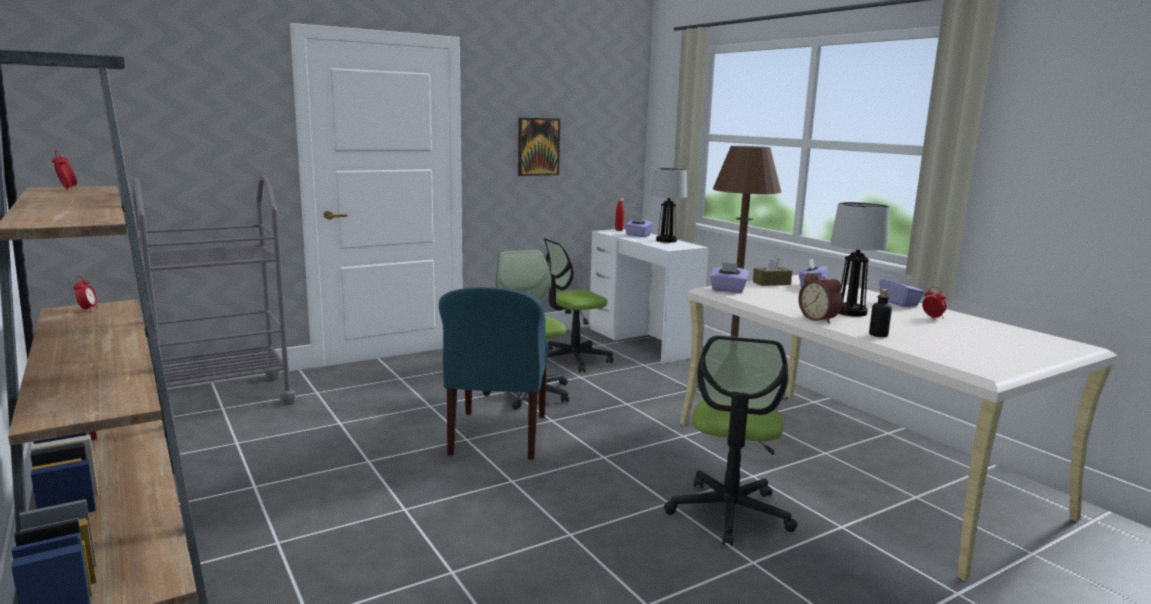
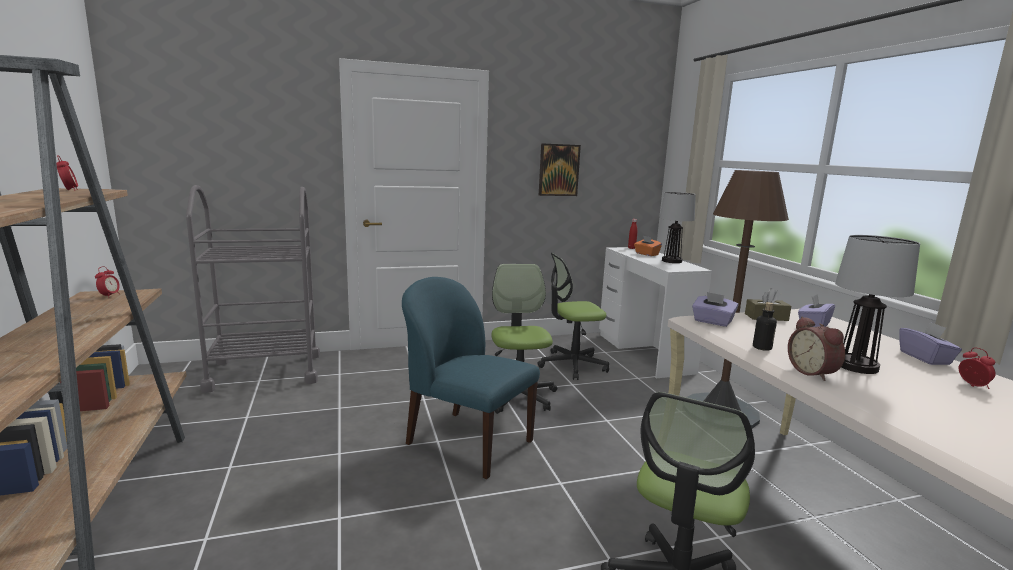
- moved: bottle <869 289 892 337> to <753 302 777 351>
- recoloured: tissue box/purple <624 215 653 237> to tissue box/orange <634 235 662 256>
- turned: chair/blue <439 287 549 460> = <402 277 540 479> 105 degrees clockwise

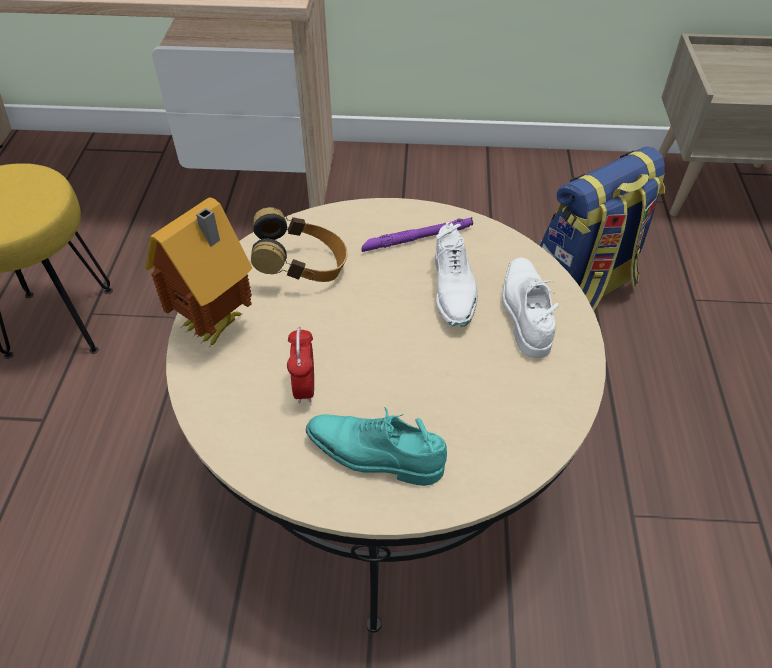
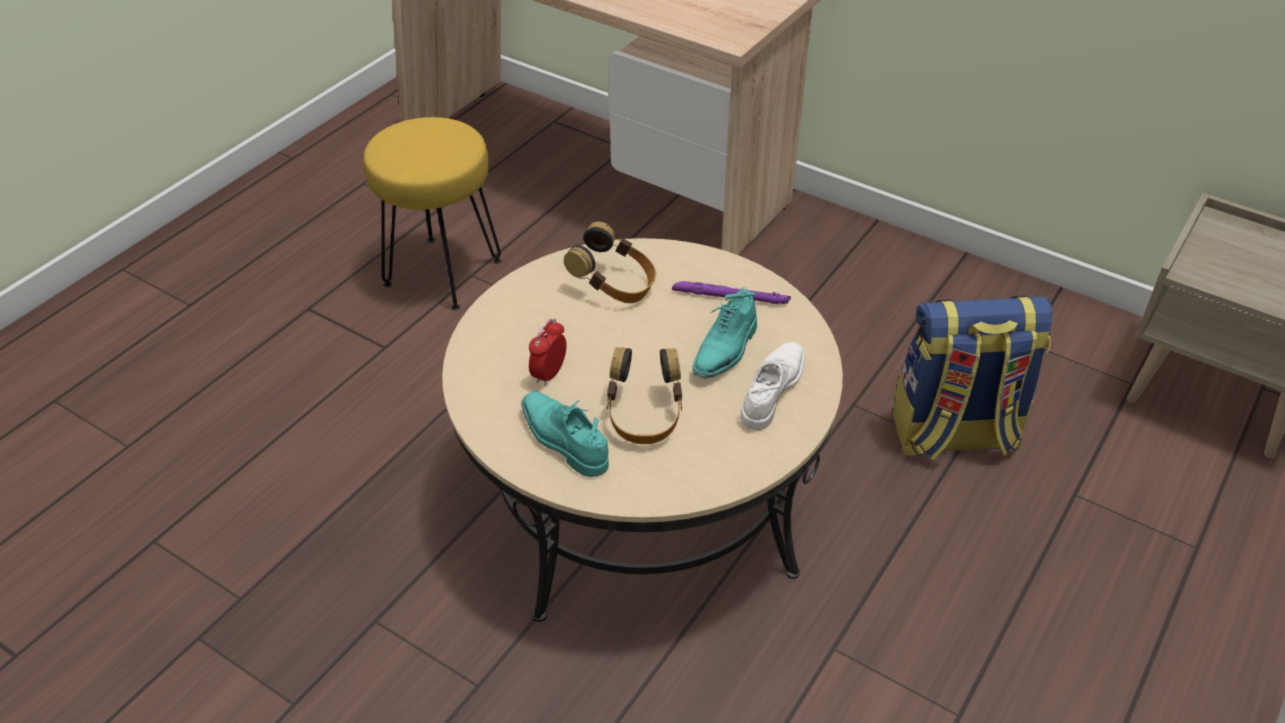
- removed: toy house <145 197 252 346>
- added: headphones <607 347 682 444>
- recoloured: shoe/white <435 222 478 327> to shoe/turquoise <692 287 757 379>

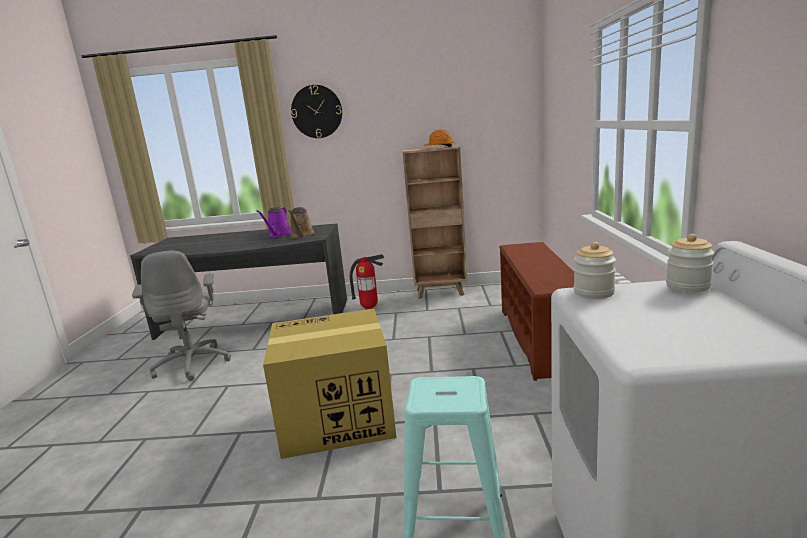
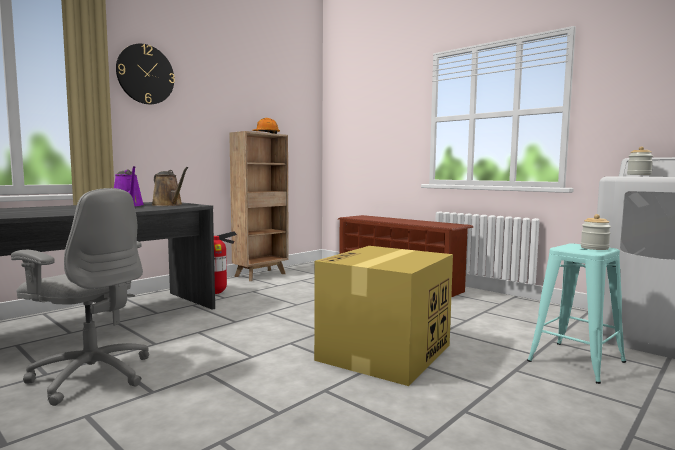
- moved: jar <574 242 616 299> to <581 214 611 250>

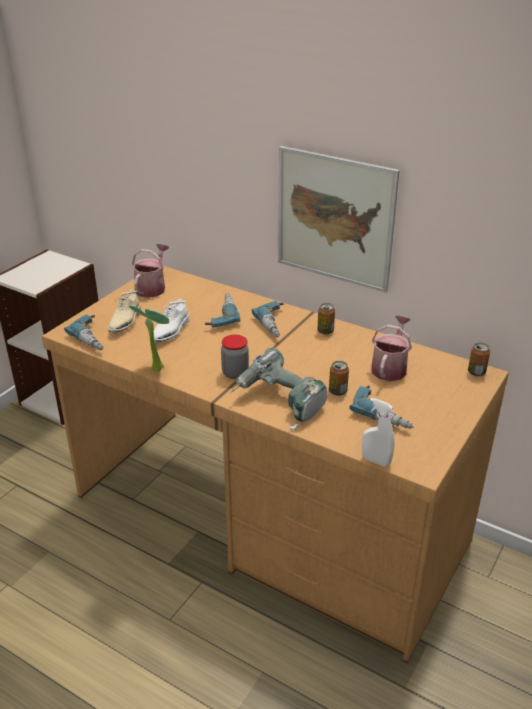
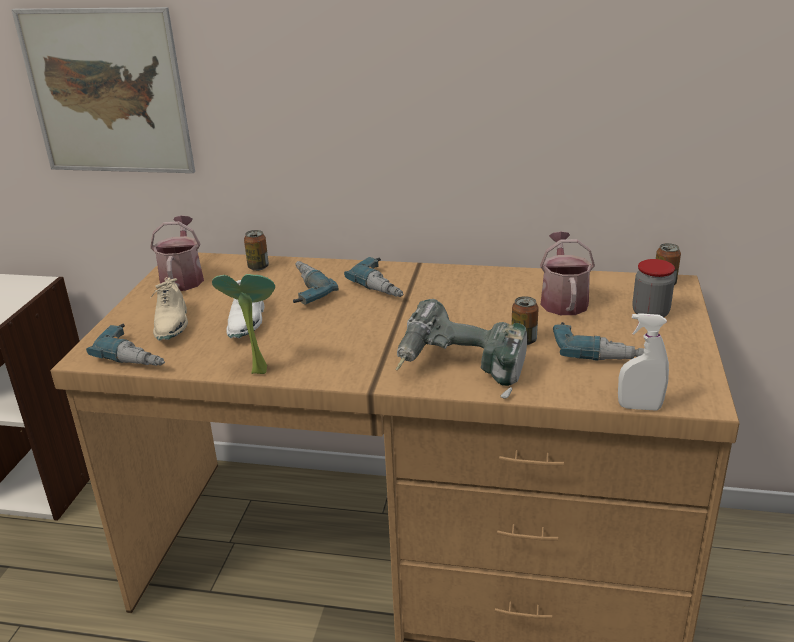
- moved: jar <221 335 249 379> to <632 259 675 317>
- moved: picture <278 146 400 293> to <11 7 195 173>
- moved: can <318 303 335 334> to <244 230 269 271>

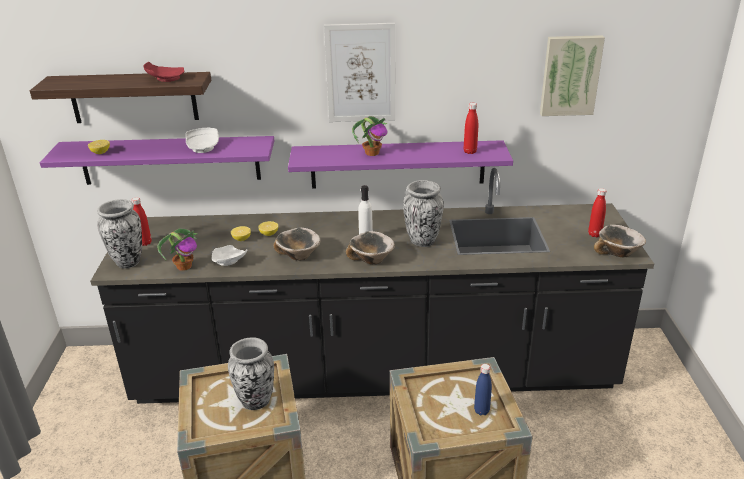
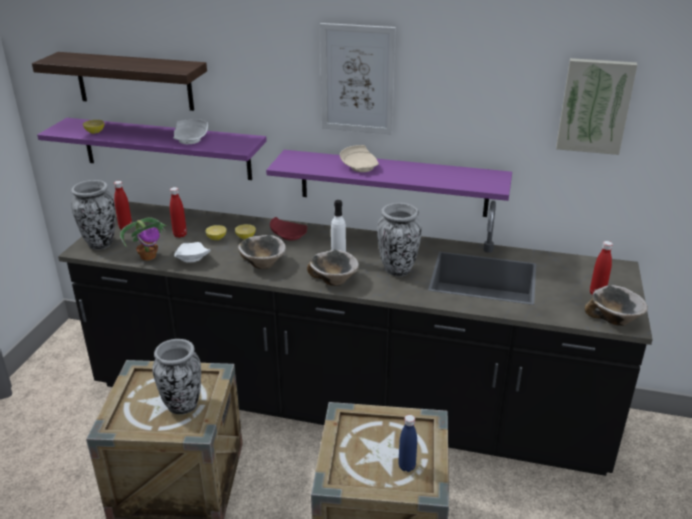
- moved: plate/red <143 62 184 82> to <270 217 307 241>
- moved: bottle/red <464 103 478 154> to <170 187 187 238>
- replaced: potted plant <352 116 388 156> to plate/beige <340 145 379 172>

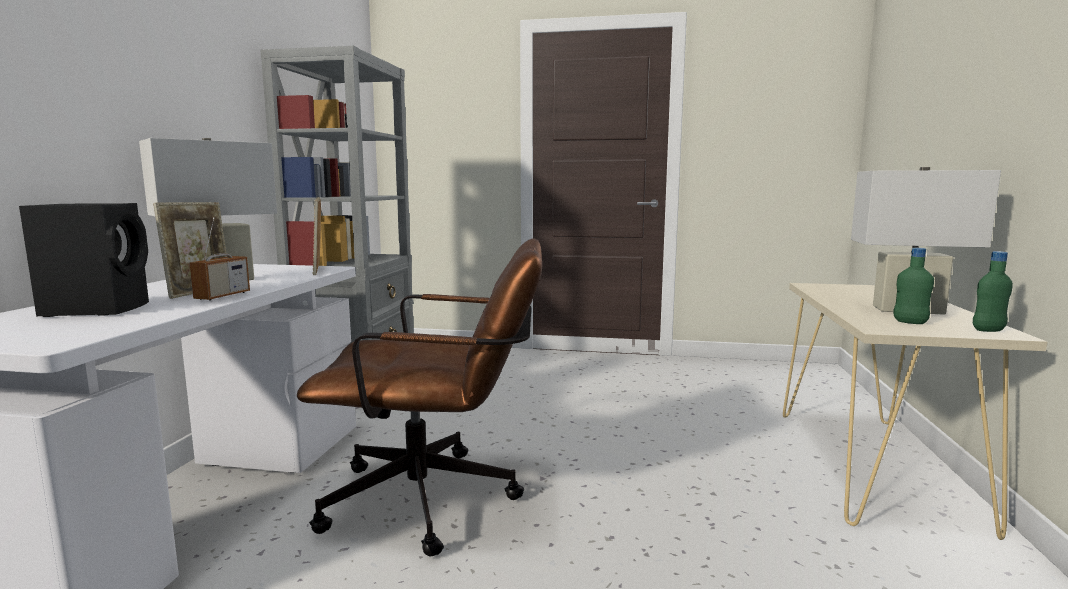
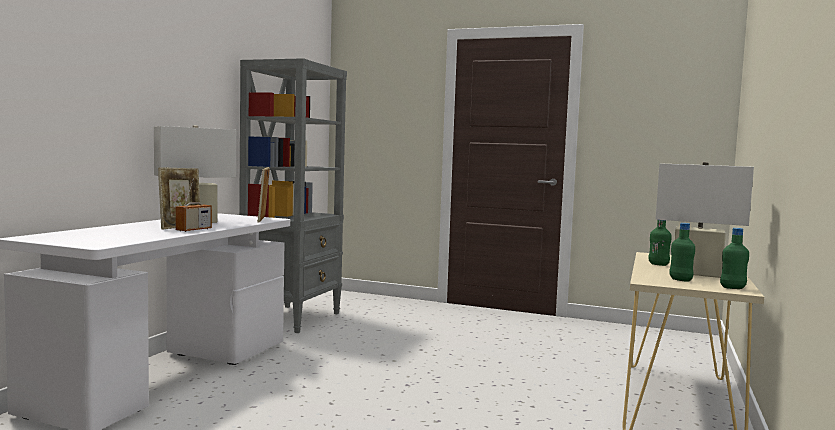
- removed: speaker/black <19 203 149 317>
- removed: office chair/brown <297 239 542 556>
- added: bottle/green <648 220 672 266>

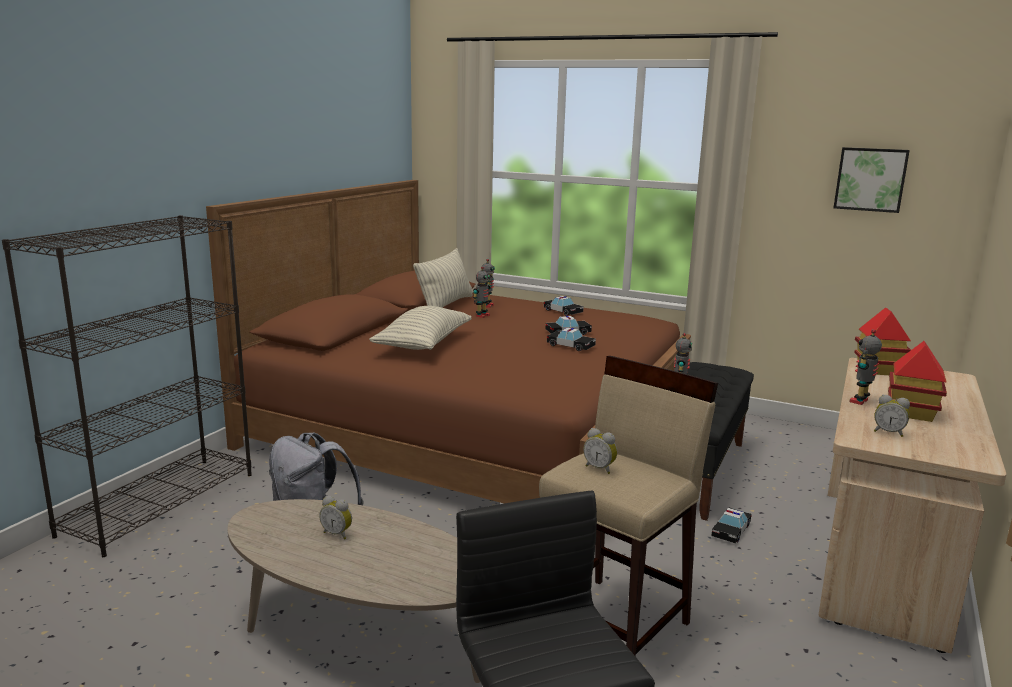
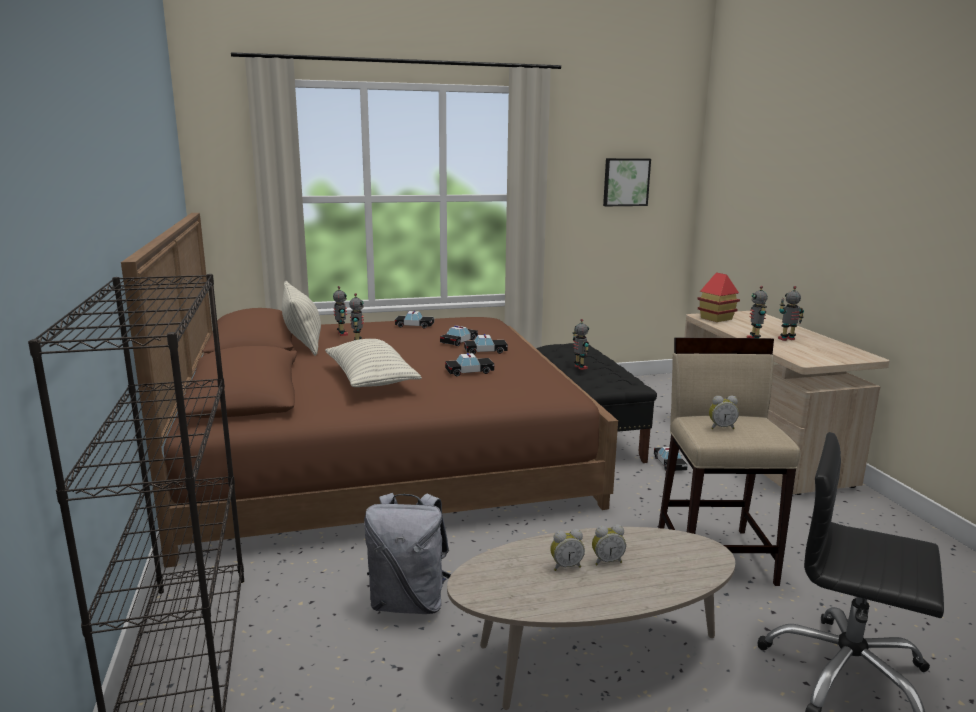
- added: toy car <445 353 494 376>
- moved: alarm clock <874 395 910 437> to <592 524 626 565>
- replaced: toy house <888 341 947 422> to toy robot <778 286 804 341>

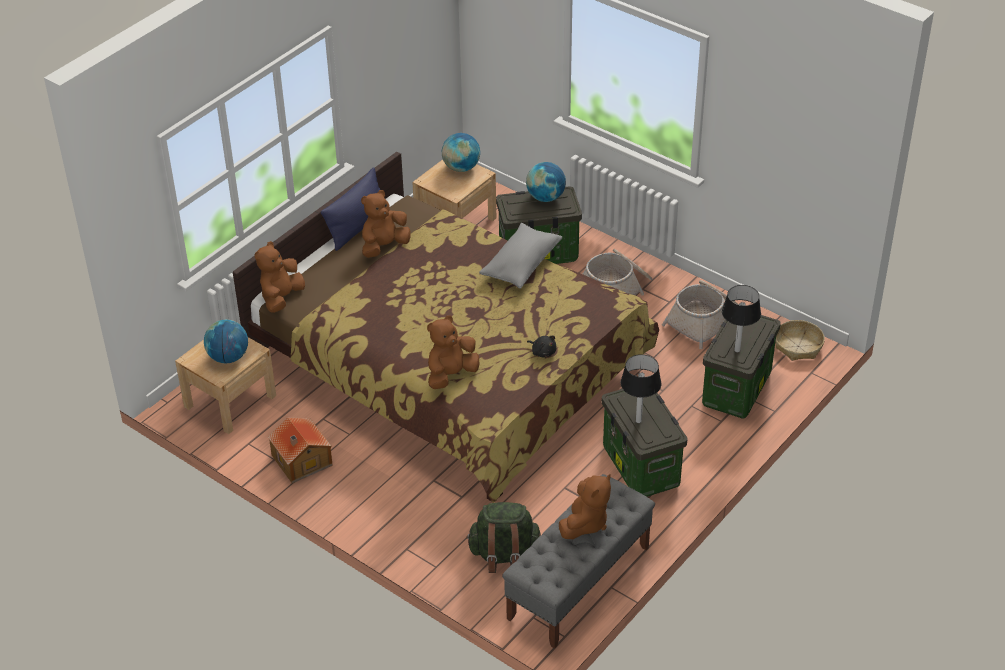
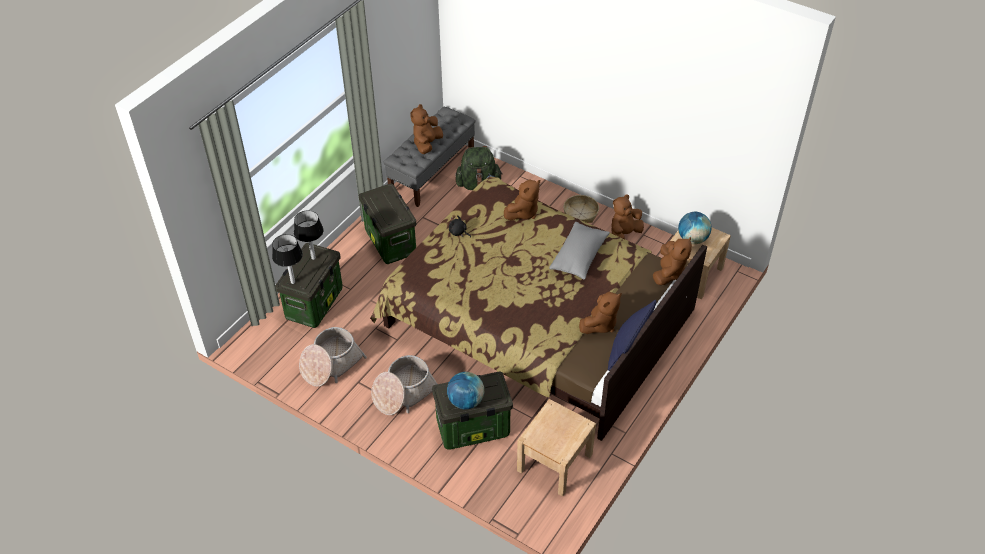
- removed: globe <442 133 480 172>
- moved: pillow/grey <479 223 562 289> to <549 222 610 280>
- moved: table lamp <621 354 662 423> to <272 234 303 284>
- moved: basket <775 320 825 361> to <563 195 599 223>
- replaced: toy house <268 417 333 483> to plush toy/brown <611 195 644 239>

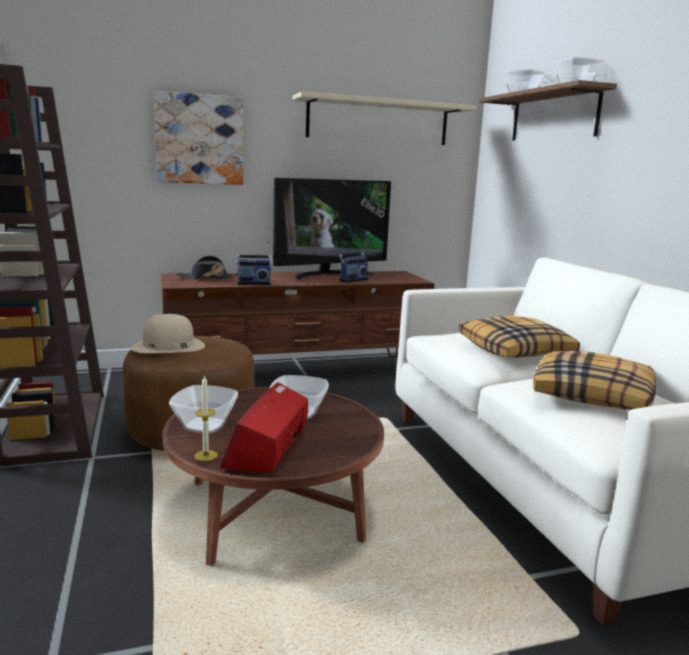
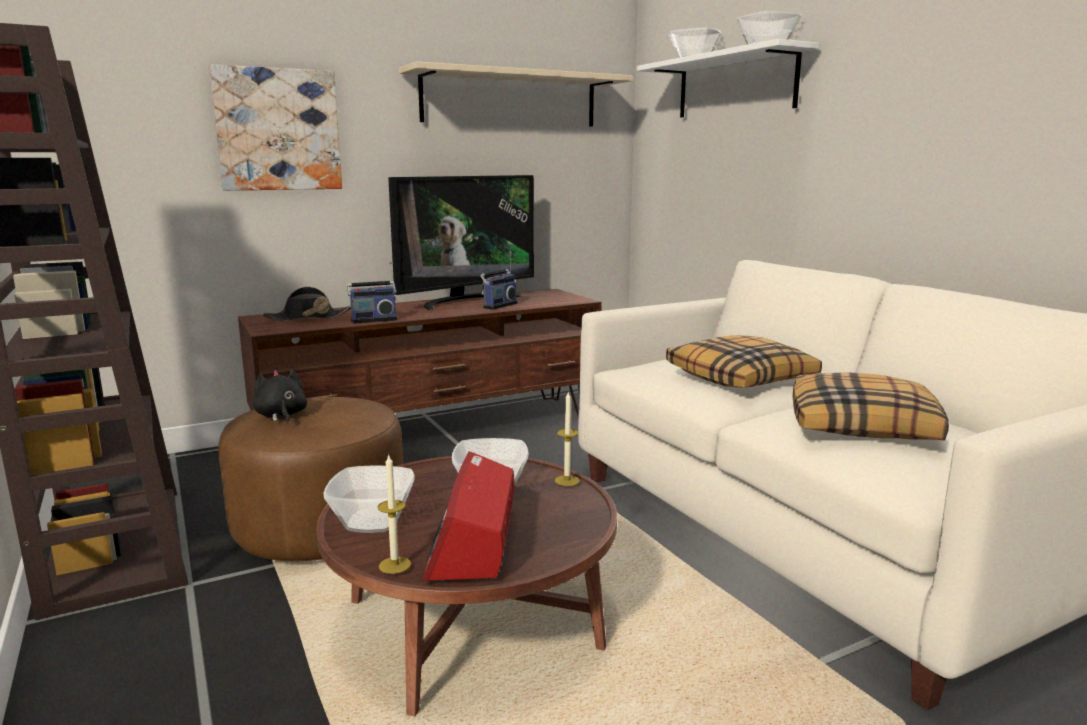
- added: candle <555 392 580 486>
- replaced: hat/beige <132 314 205 353> to plush toy/black <253 369 307 424>
- recoloured: shelf/brown <479 80 617 140> to shelf/white <636 39 819 118>

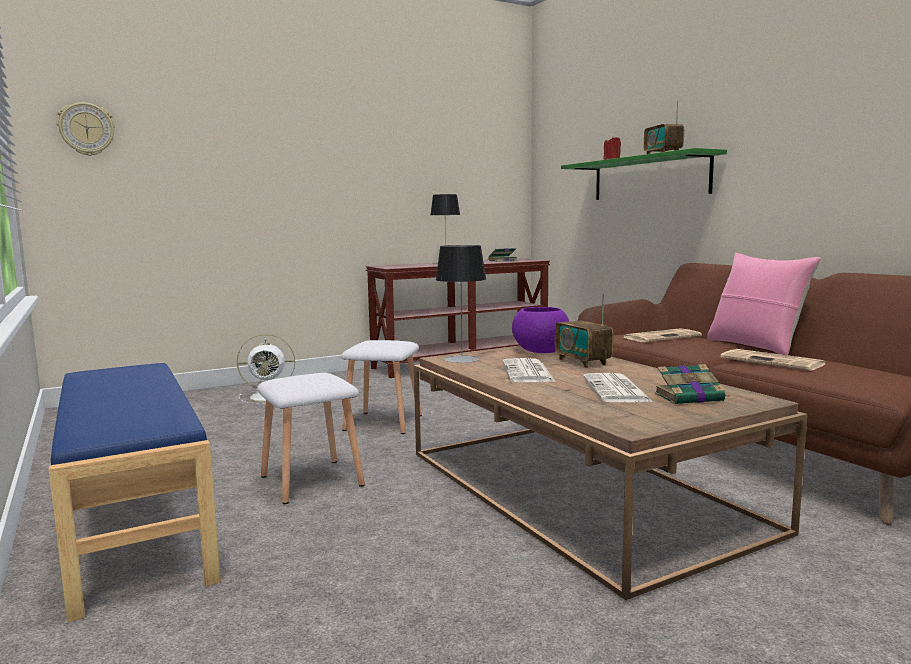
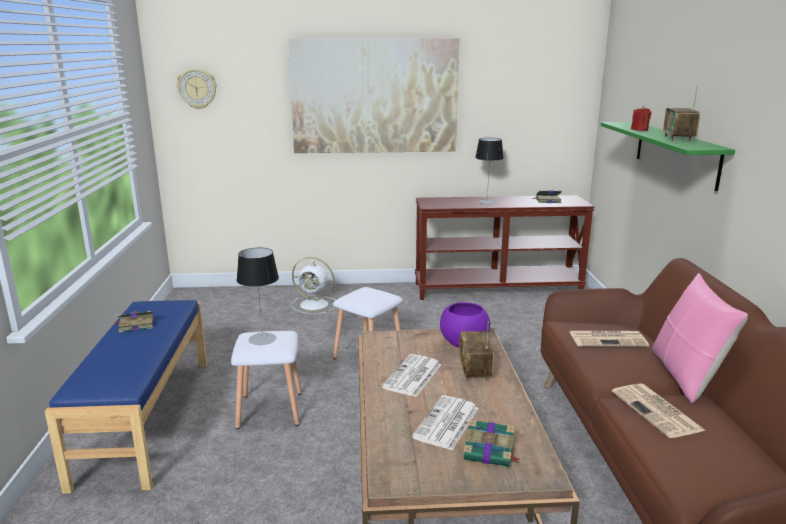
- added: book <113 311 154 333>
- added: picture <288 38 460 153>
- moved: table lamp <436 245 486 363> to <236 248 279 345>

